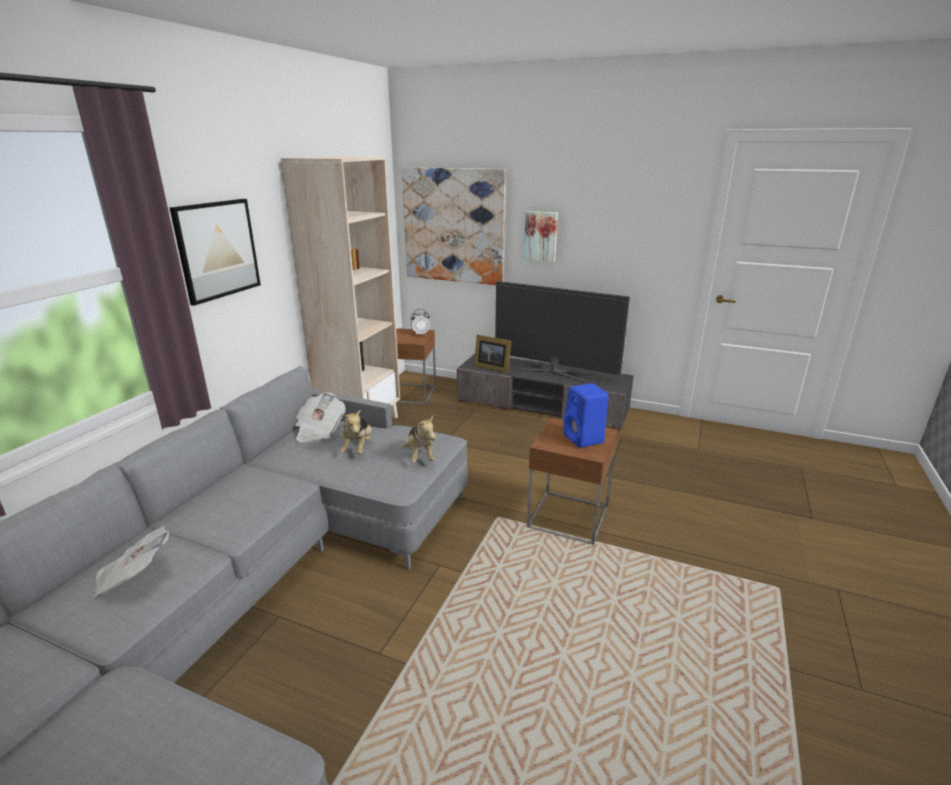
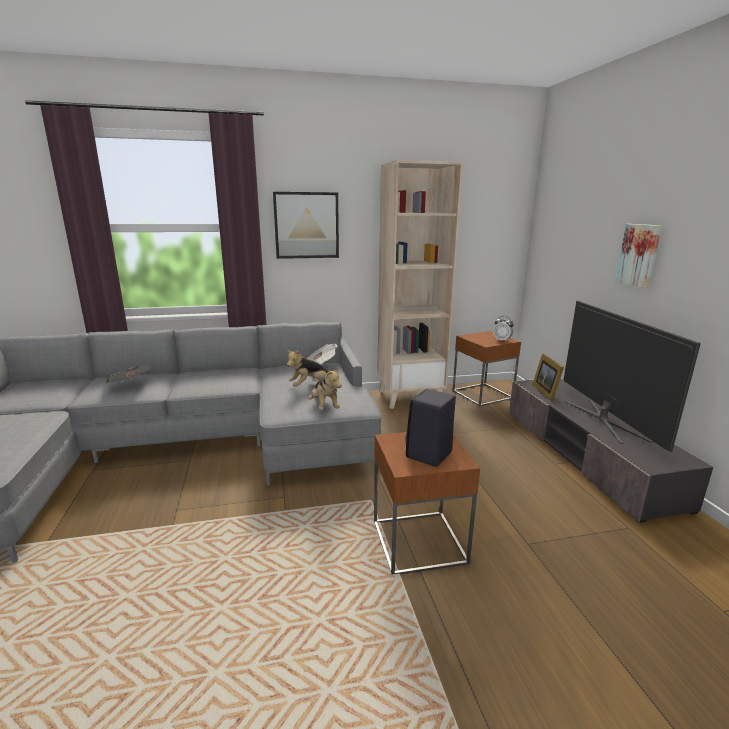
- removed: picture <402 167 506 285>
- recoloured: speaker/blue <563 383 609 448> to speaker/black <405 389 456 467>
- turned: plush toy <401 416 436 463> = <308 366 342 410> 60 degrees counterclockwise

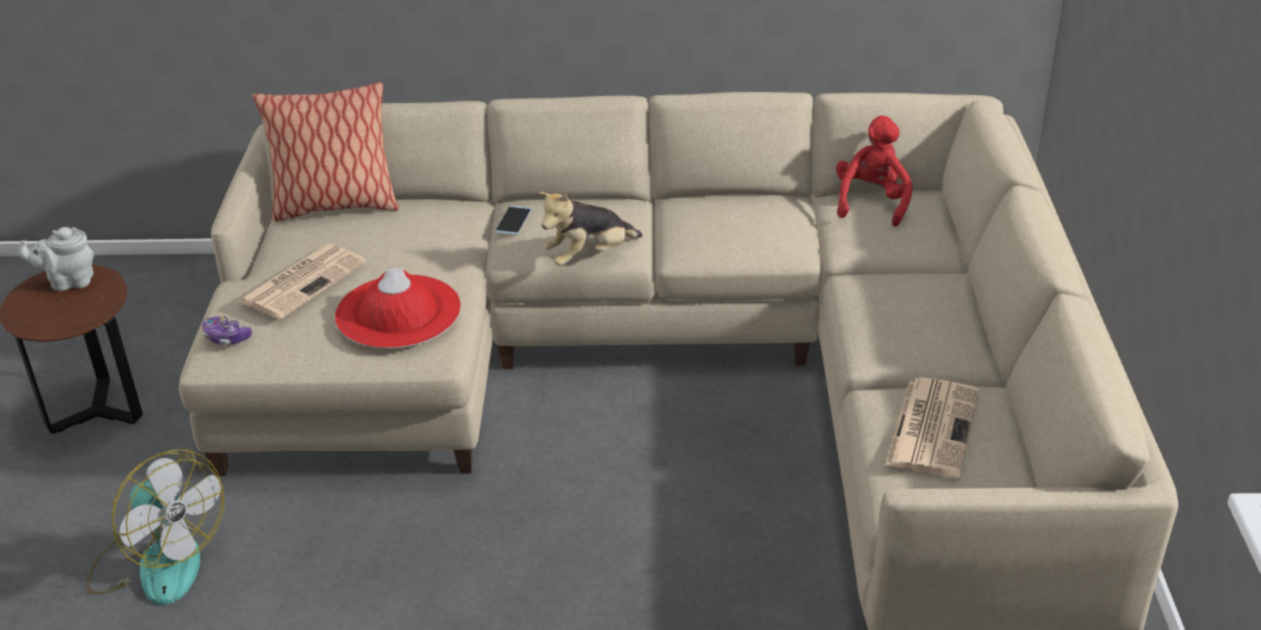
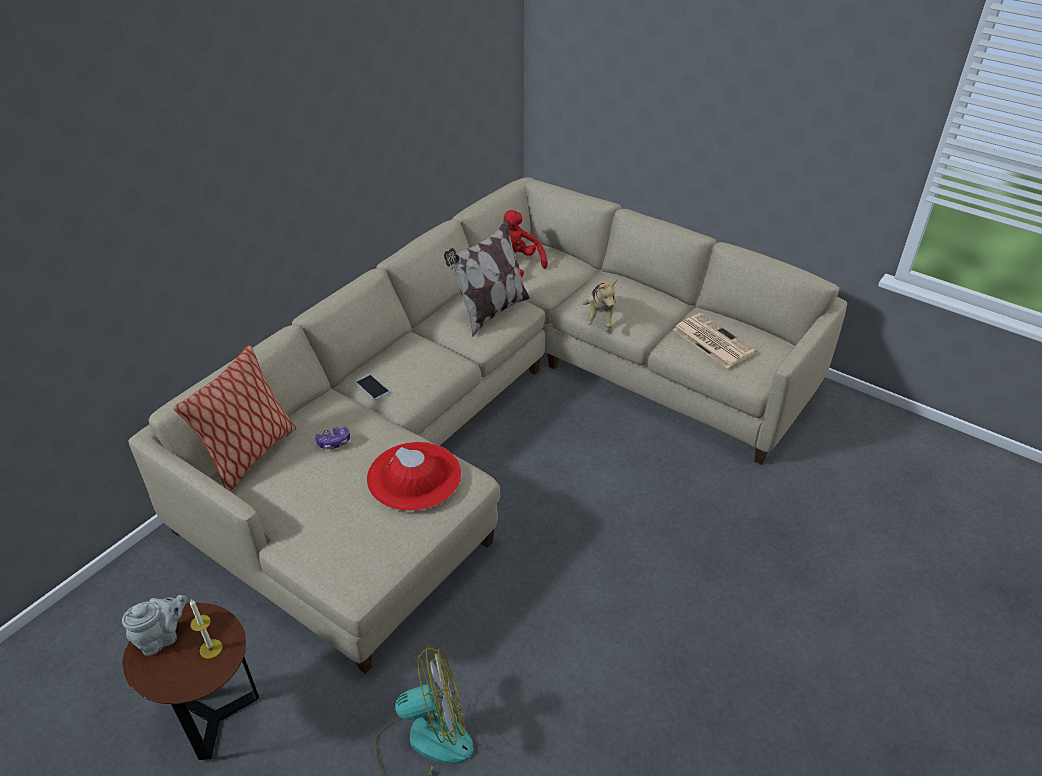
- removed: newspaper <238 244 366 320>
- added: candle <190 600 223 659>
- added: pillow <444 220 530 337>
- moved: game controller <202 316 252 345> to <315 427 350 449>
- moved: plush toy <539 192 643 266> to <582 280 617 328>
- turned: teapot/grey <19 227 94 291> = <122 595 187 656> 150 degrees counterclockwise

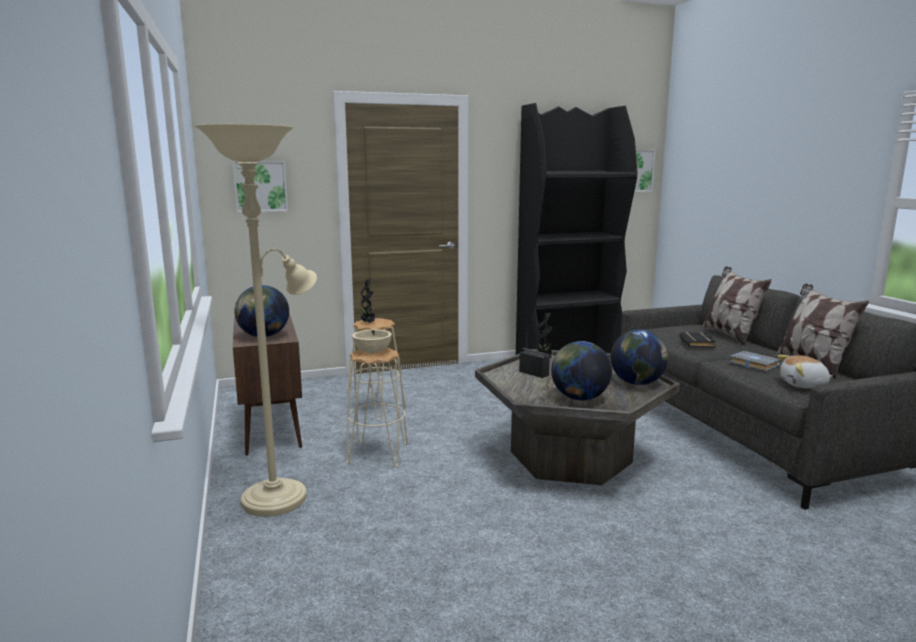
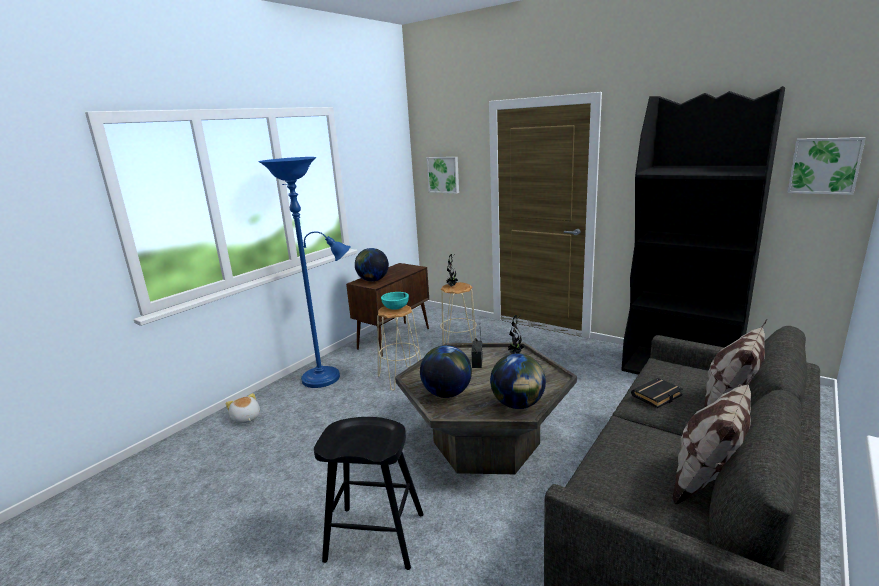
- removed: book/grey <729 351 781 371>
- added: stool/black <314 417 424 570>
- moved: plush toy <777 355 833 388> to <226 393 260 423>
- recoloured: floor lamp/beige <195 124 317 517> to floor lamp/blue <259 157 351 388>
- recoloured: bowl/beige <352 329 392 353> to bowl/turquoise <381 292 409 310>

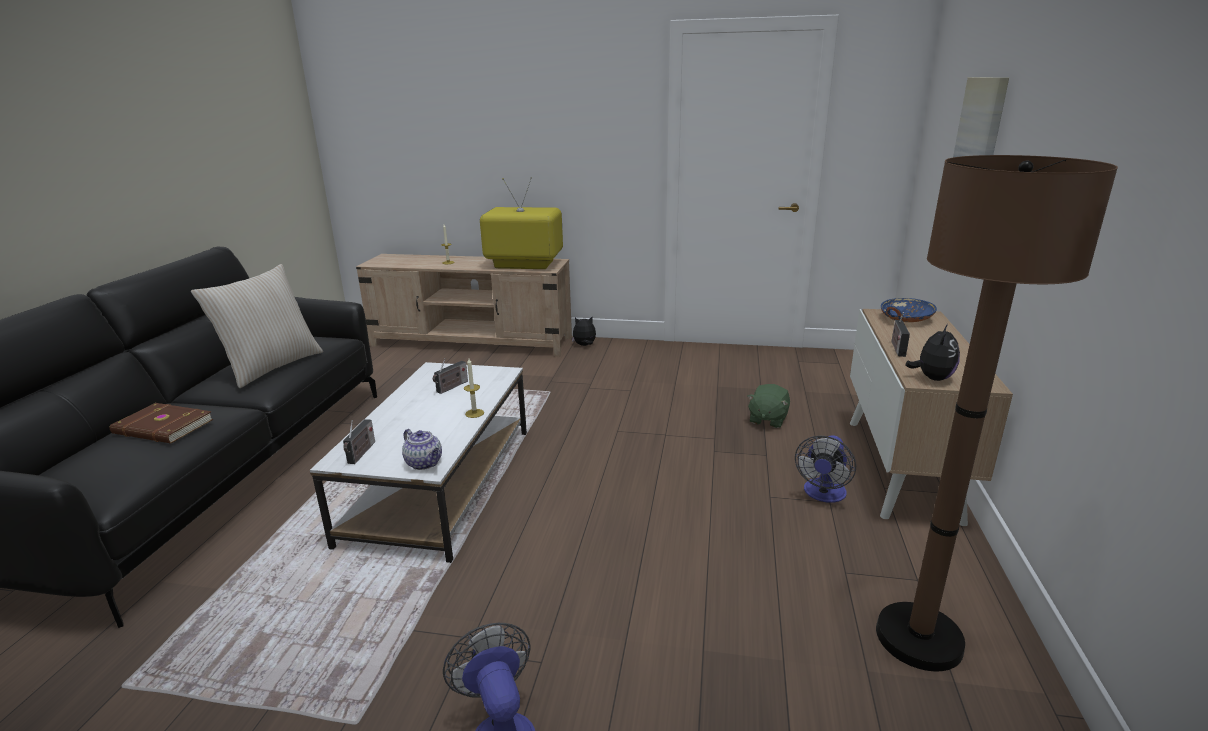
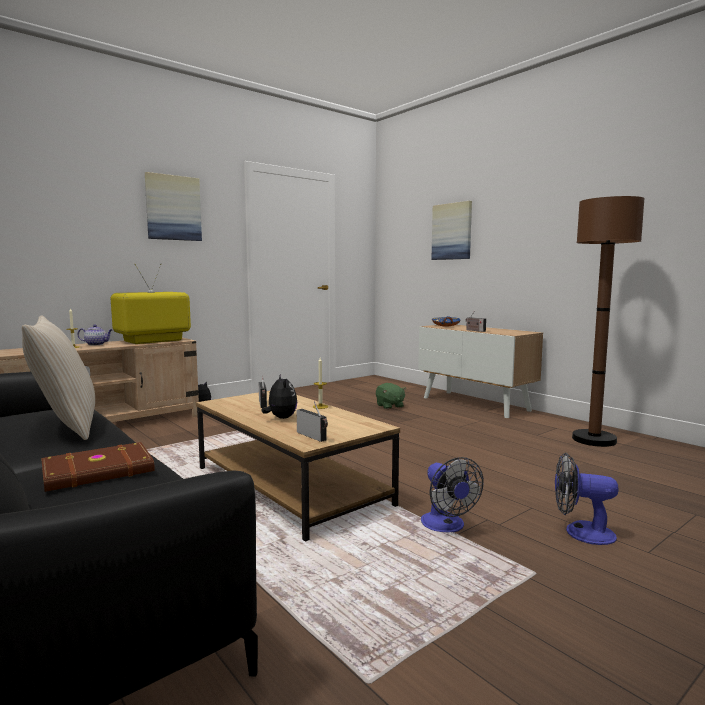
- added: picture <145 172 202 241>
- moved: teapot <402 429 442 470> to <77 324 112 345>
- moved: fan <795 435 856 503> to <421 457 484 532>
- moved: plush toy <906 324 960 381> to <262 373 297 419>
- recoloured: coffee table/white <310 362 527 563> to coffee table/brown <196 391 400 542>

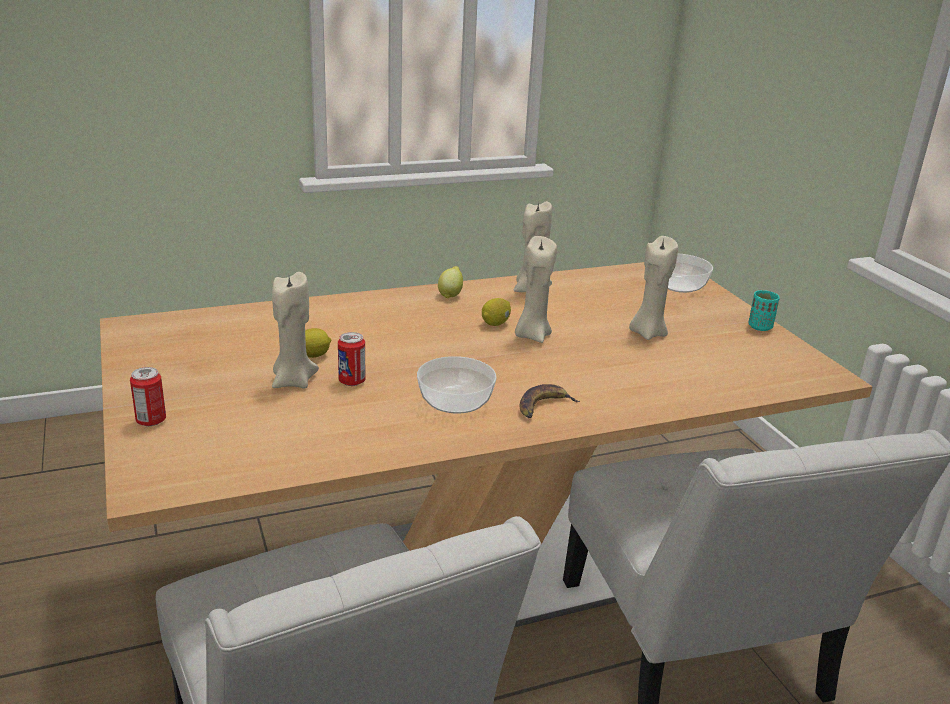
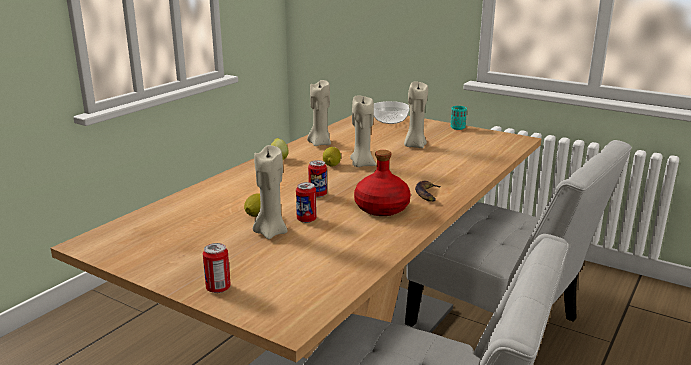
- added: can <308 160 327 198>
- replaced: bowl <417 356 497 413> to bottle/red <354 150 411 216>

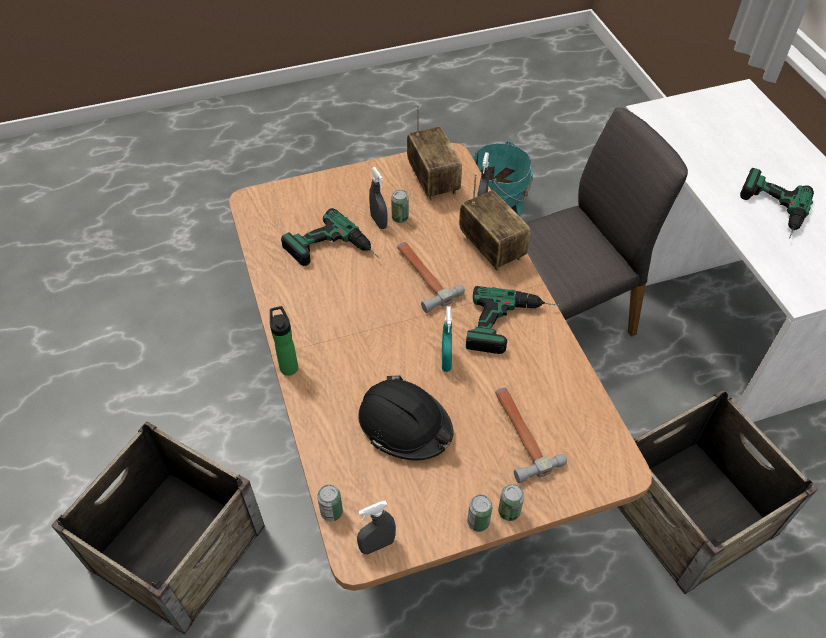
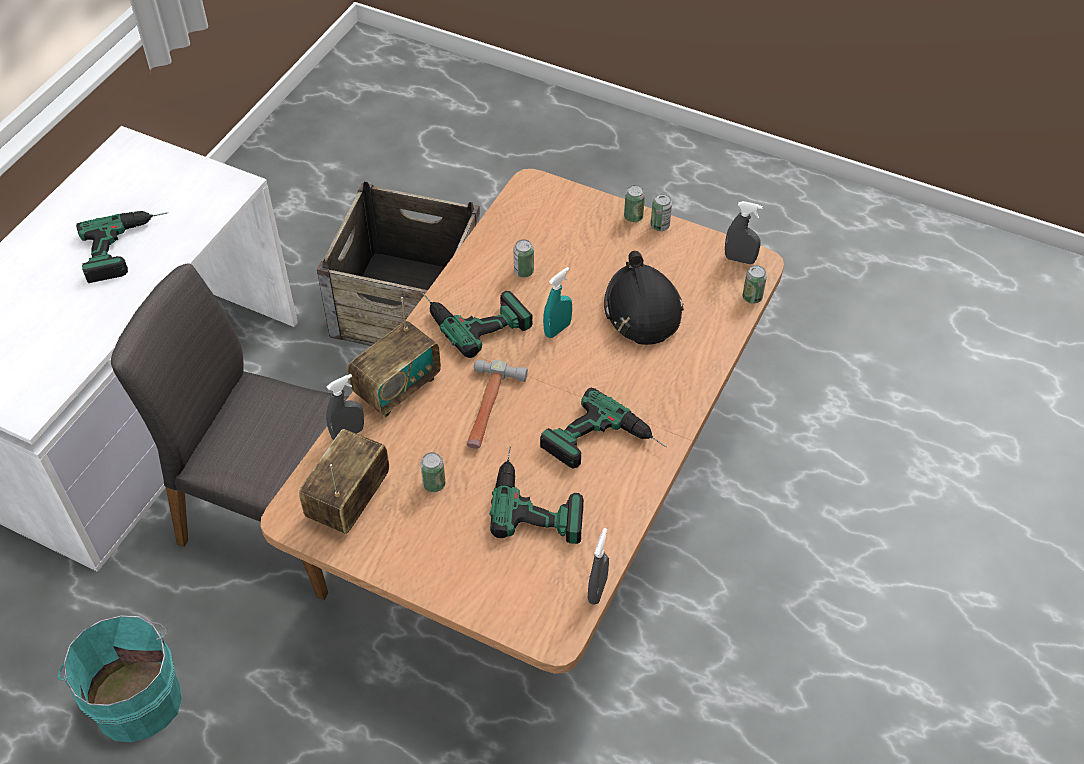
- removed: crate <51 422 265 634>
- removed: bottle <270 306 298 376>
- removed: hammer <495 388 567 483>
- added: can <514 239 534 277>
- added: power drill <540 388 667 468>
- moved: spray bottle/grey <369 167 388 229> to <588 528 609 605>
- turned: radio <459 173 531 271> = <348 297 441 418> 150 degrees counterclockwise

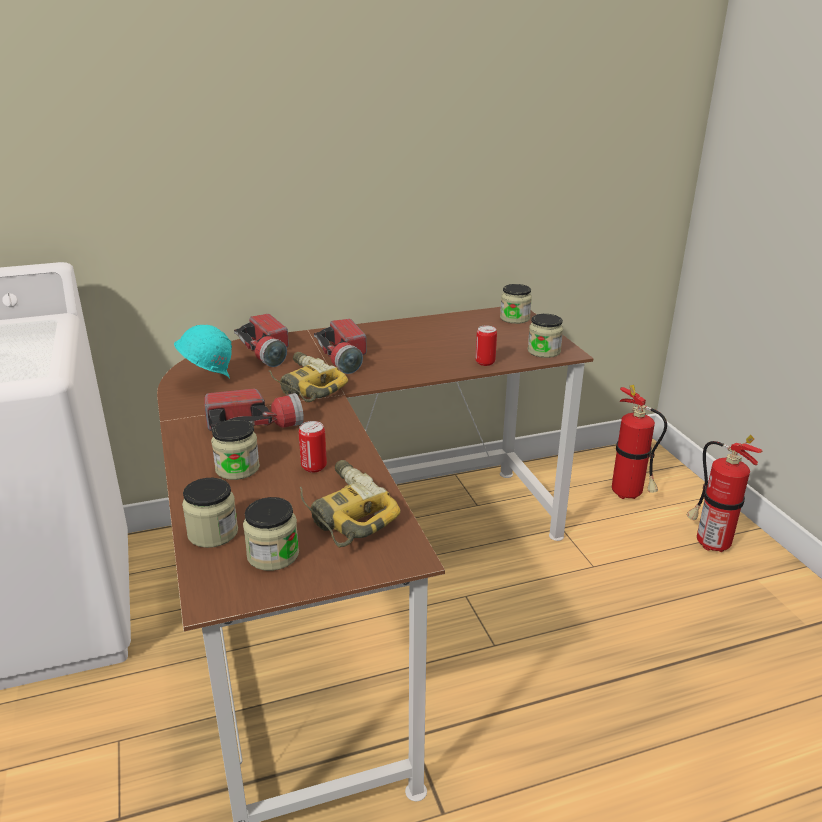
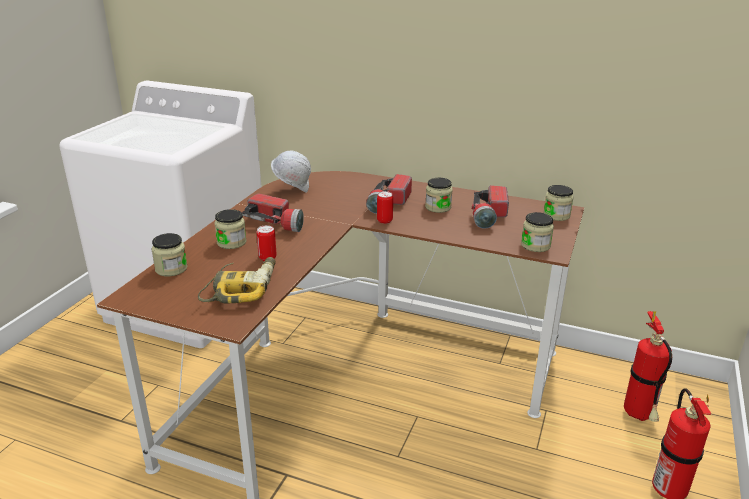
- removed: power drill <269 352 348 402>
- moved: flashlight <234 314 289 367> to <472 185 509 229>
- moved: jar <243 497 299 571> to <425 178 453 213>
- moved: can <475 325 497 366> to <377 191 393 224>
- recoloured: hard hat/turquoise <174 325 232 379> to hard hat/white <271 151 311 193>

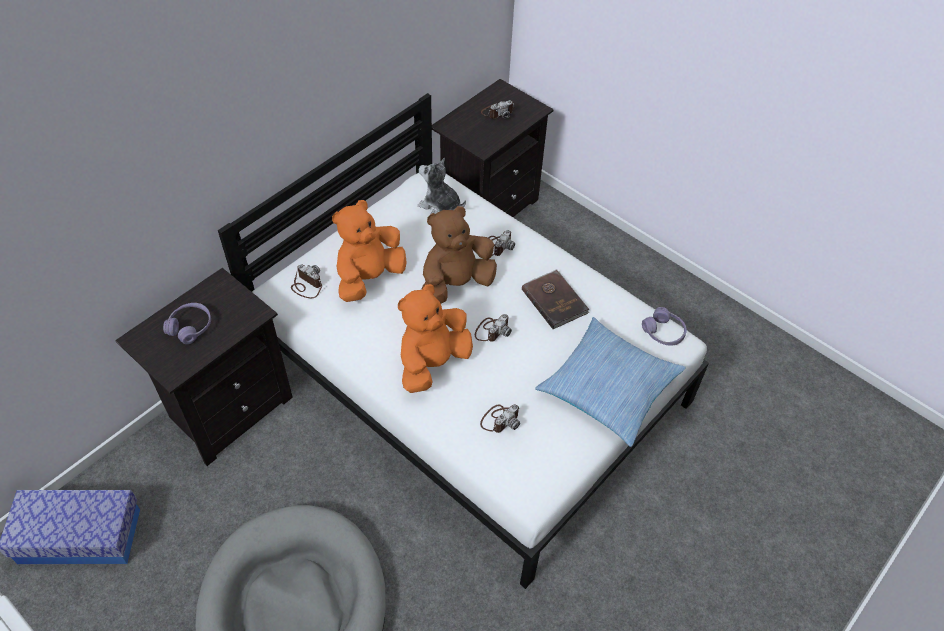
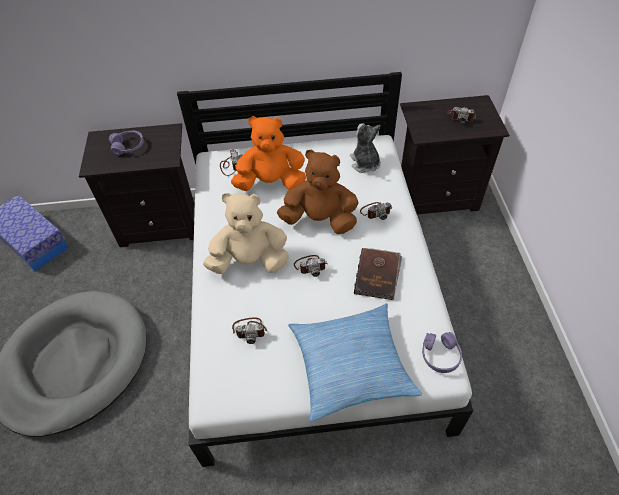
- recoloured: plush toy/orange <398 284 473 393> to plush toy/beige <203 193 289 274>

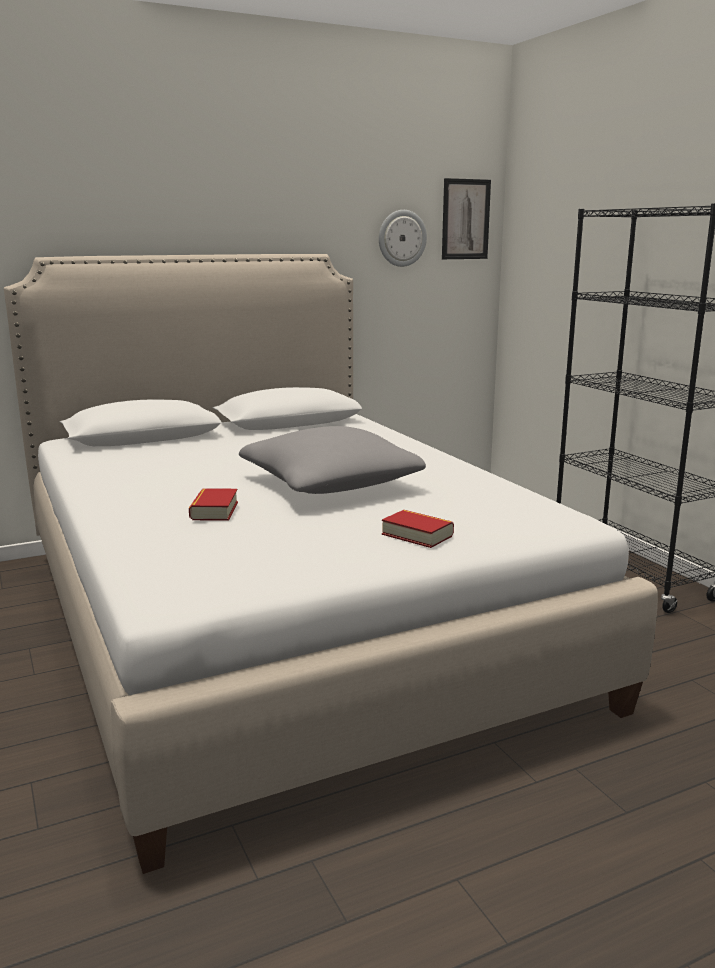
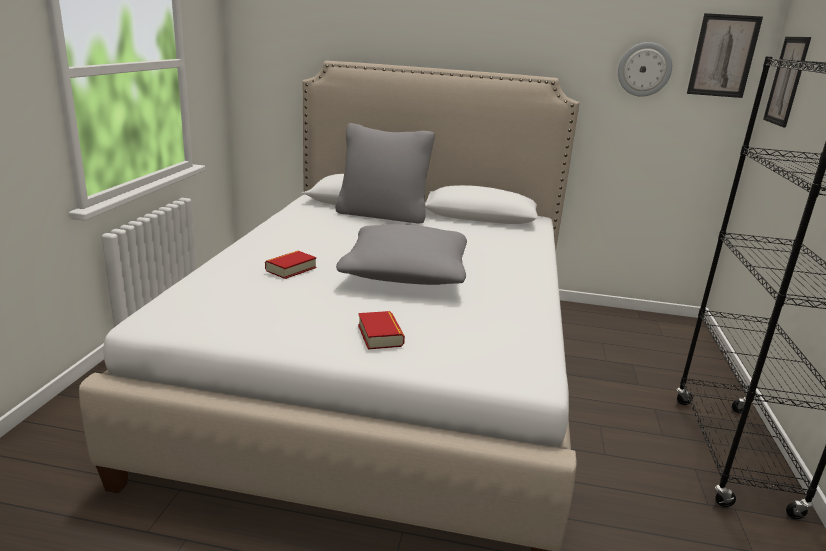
- added: pillow/grey <335 123 435 223>
- added: picture <763 37 811 128>

